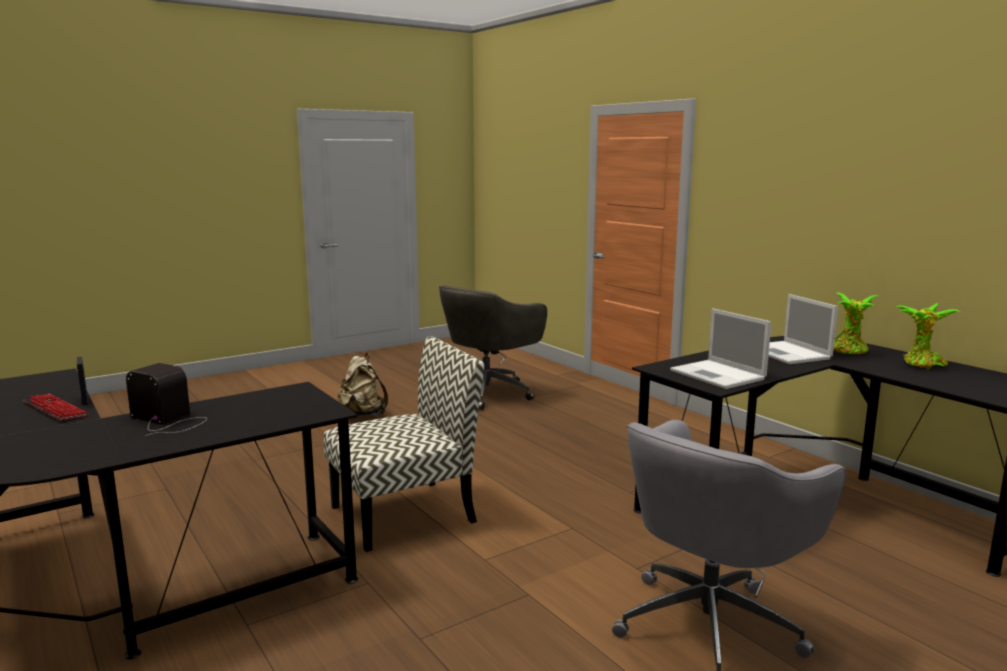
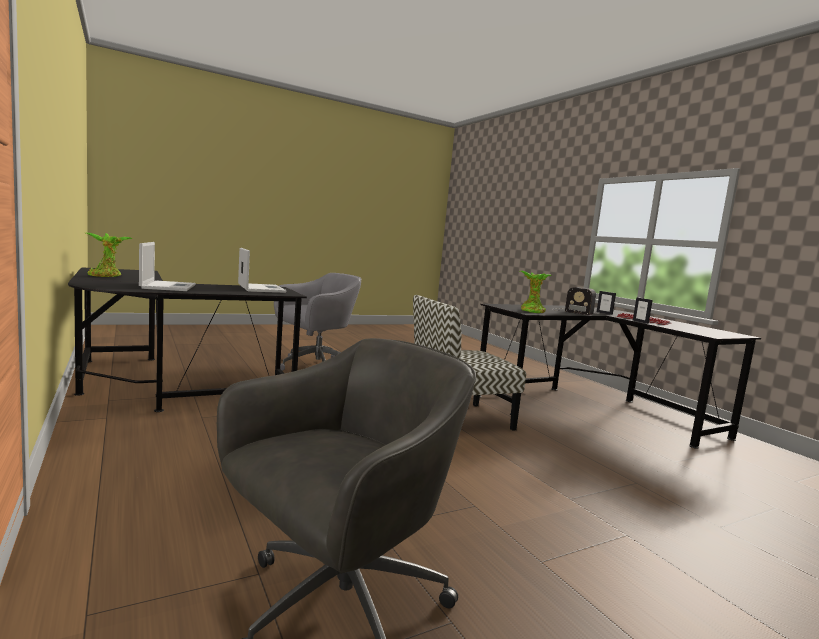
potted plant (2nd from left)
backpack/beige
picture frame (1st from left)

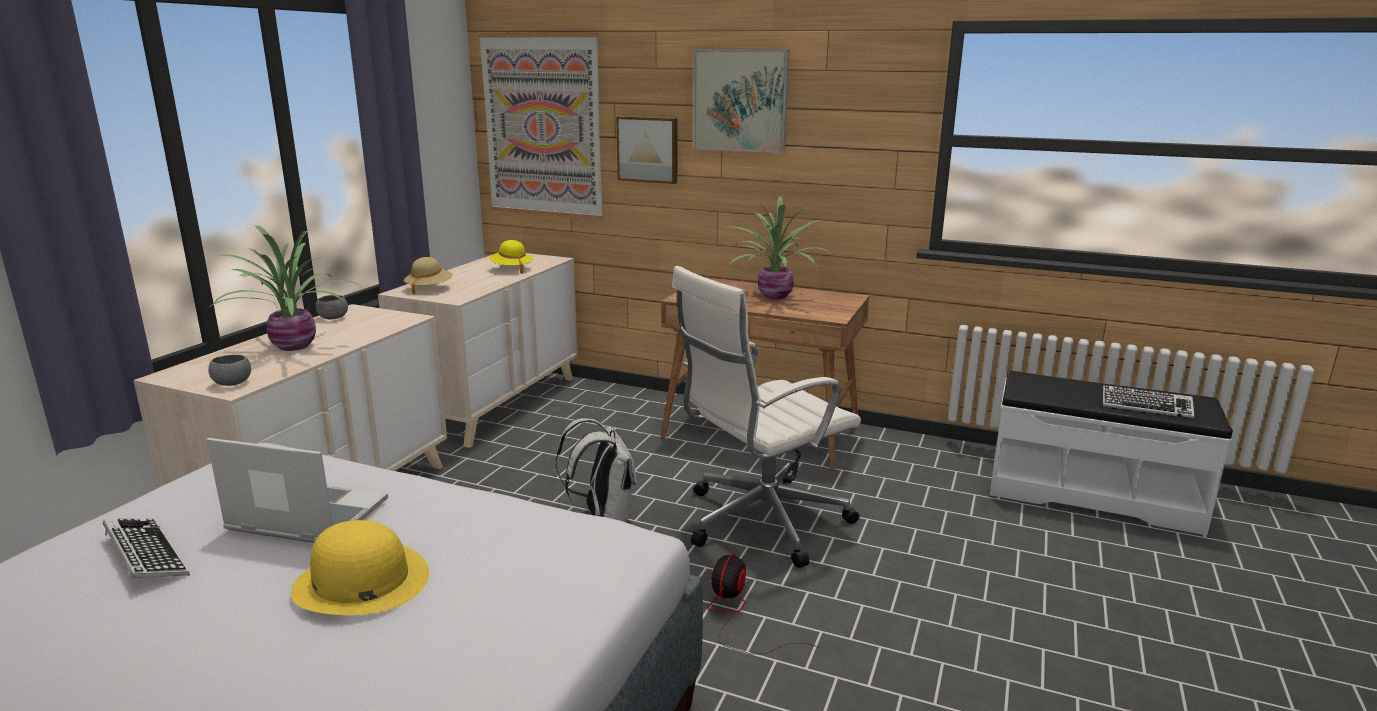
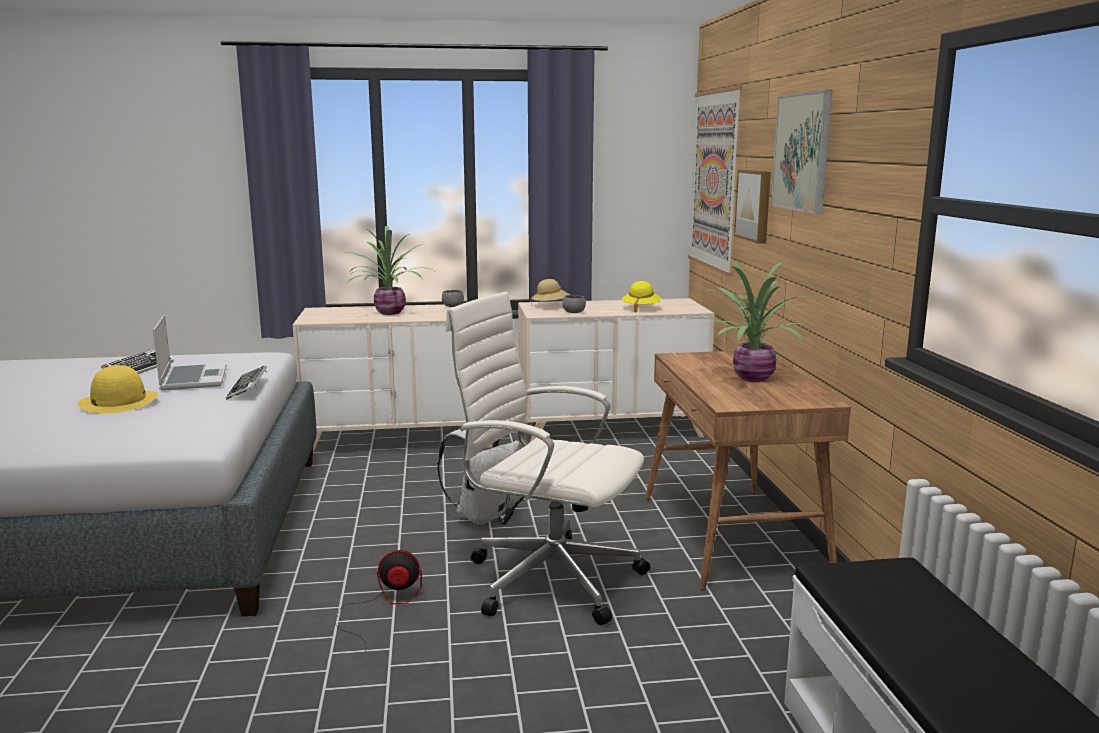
bowl/grey (2nd from left)
keyboard (2nd from left)

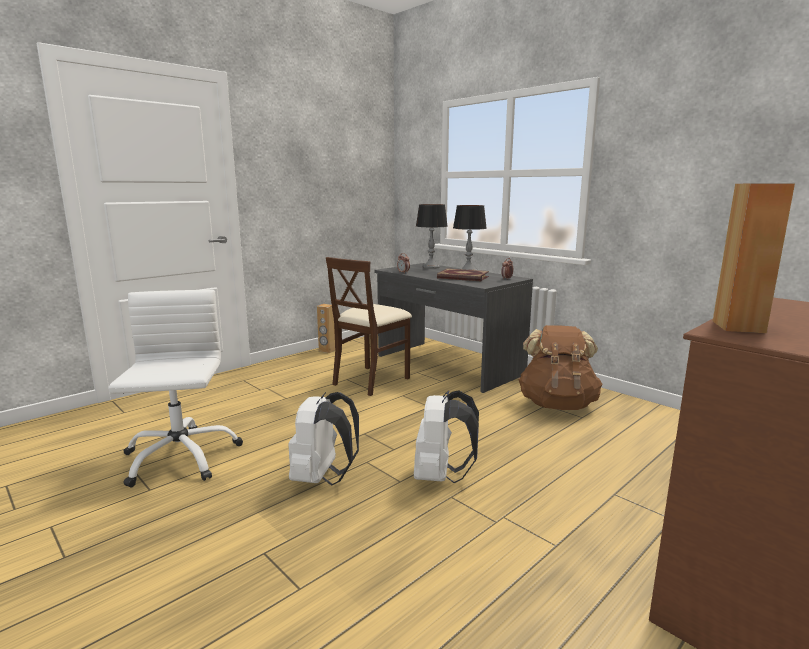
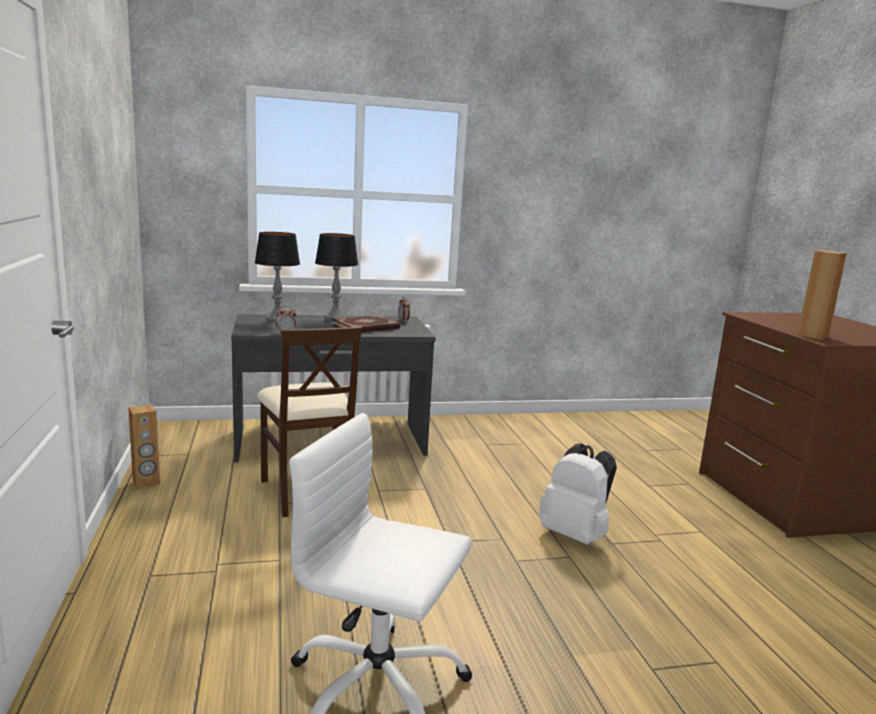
backpack/brown
backpack/white (1st from left in the first image)

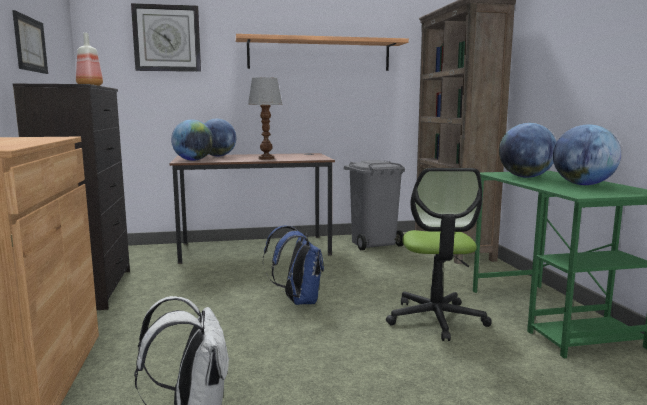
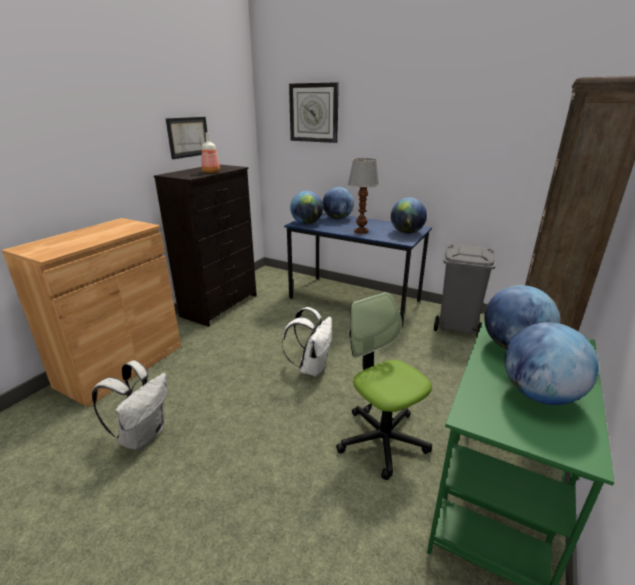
shelf
desk/blue
office chair
backpack/white (2nd from left)
globe (3rd from left)

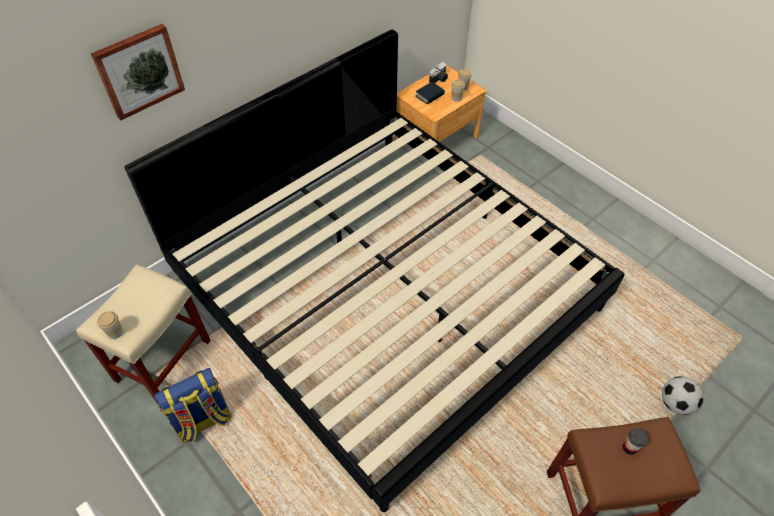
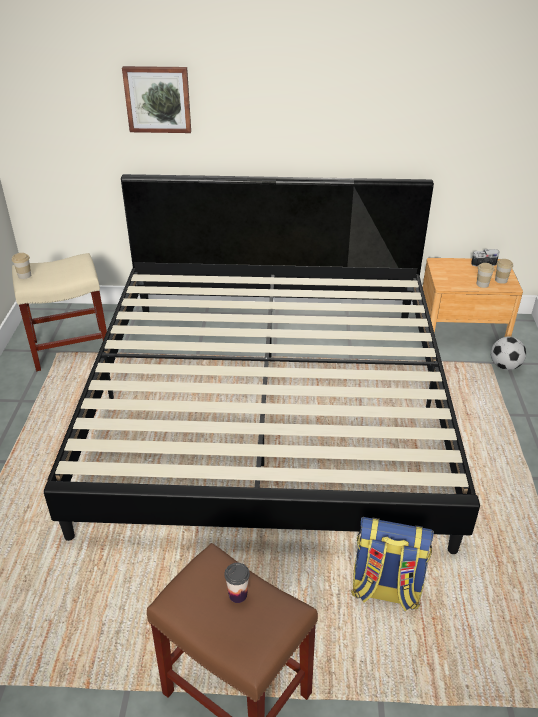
book
backpack
football

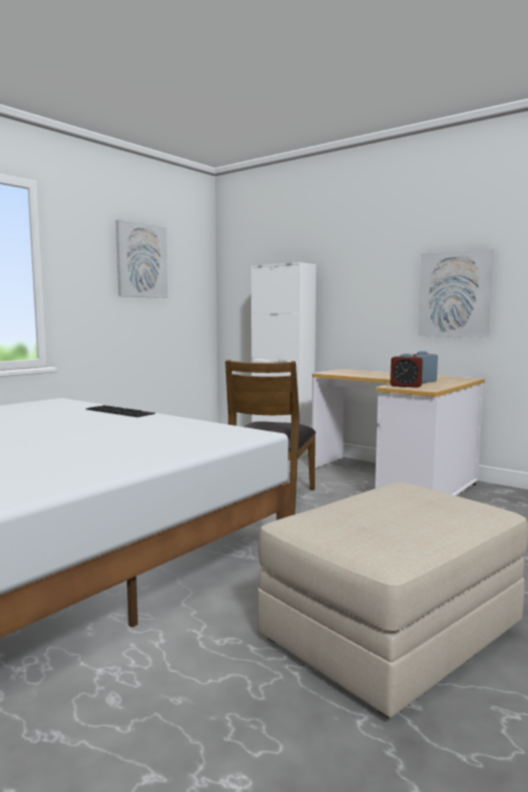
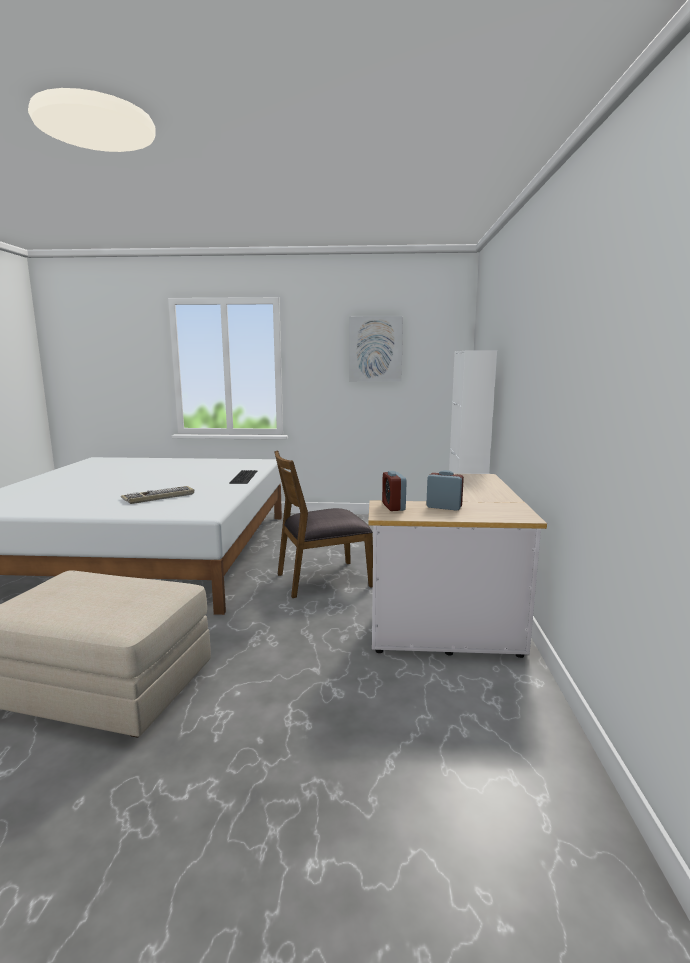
picture (2nd from left in the first image)
keyboard (1st from left)

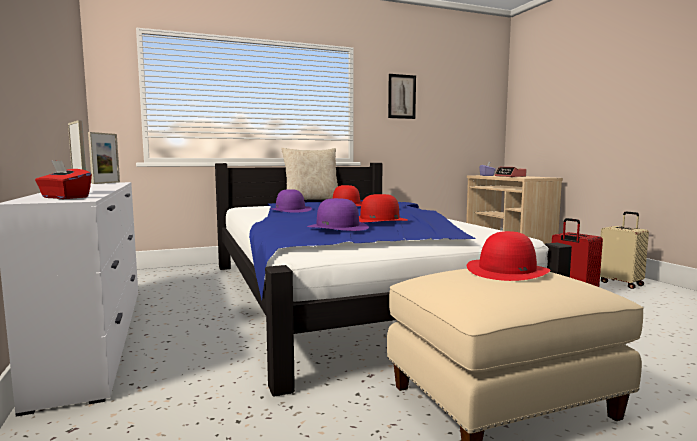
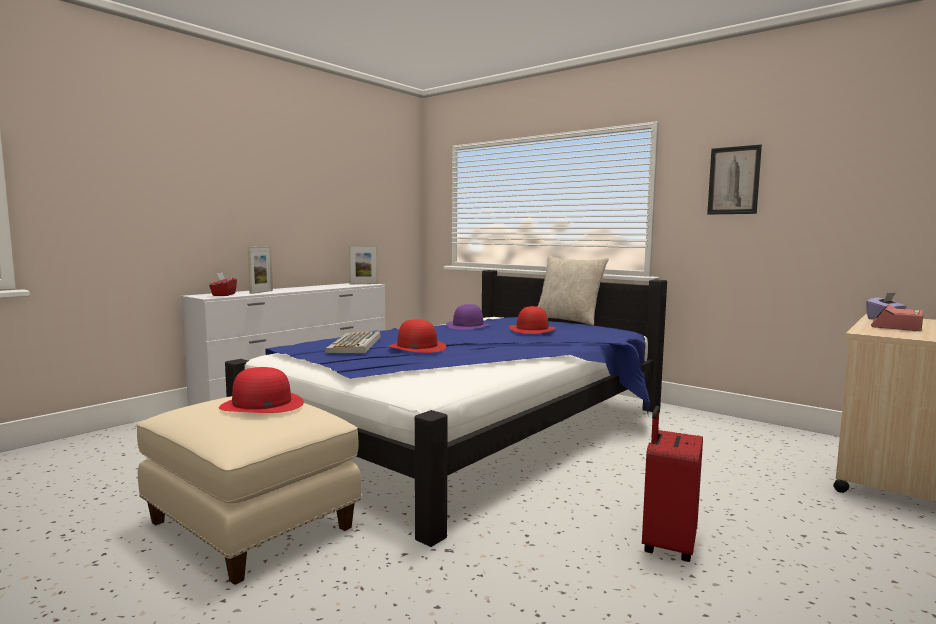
keyboard
suitcase/beige

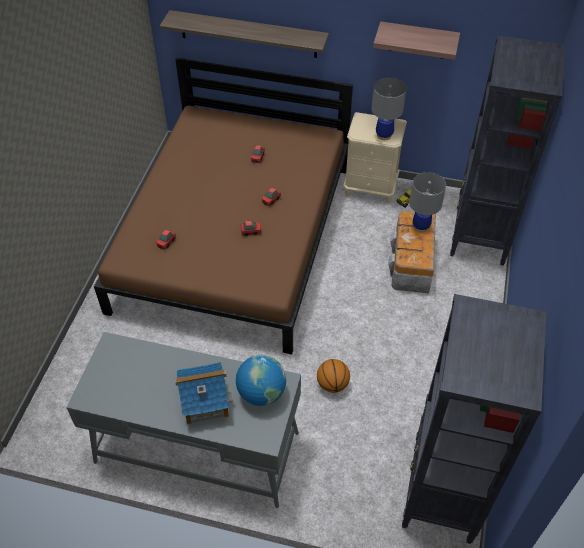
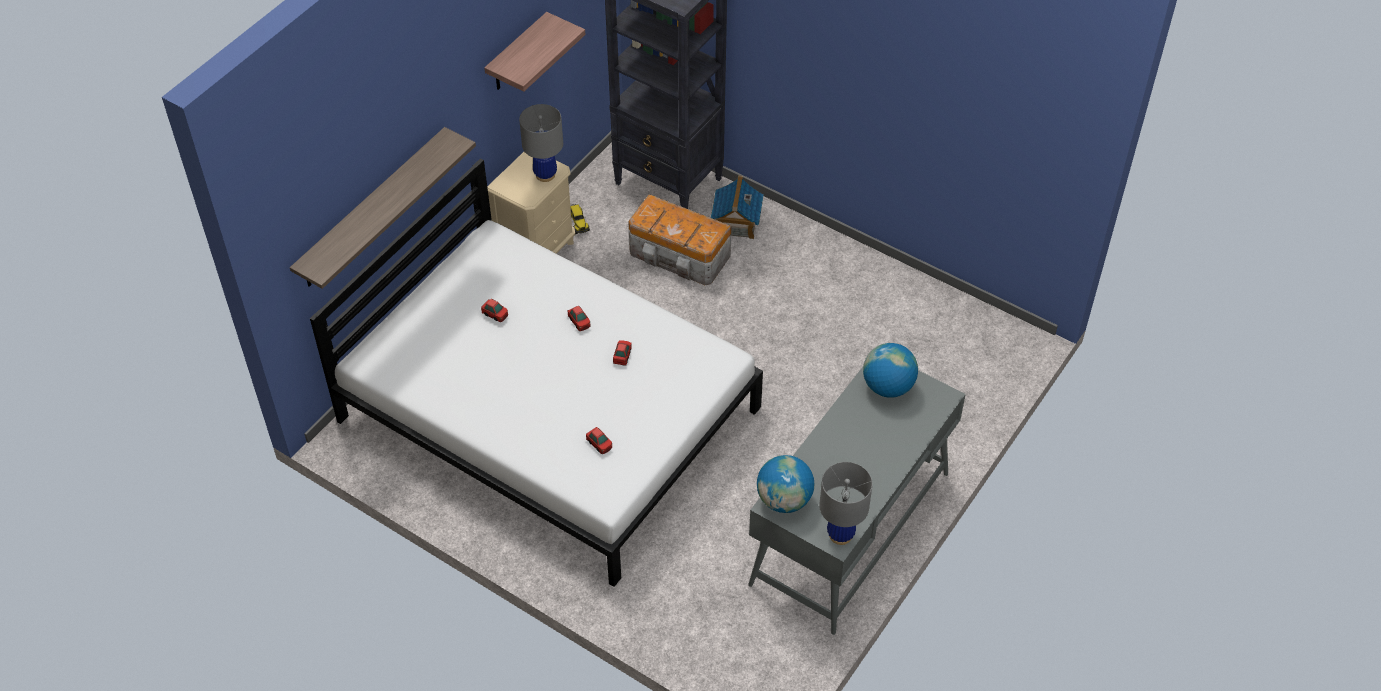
bed/white
table lamp/grey (2nd from left)
bookcase/black (1st from left in the first image)
basketball
toy house
globe (1st from left)

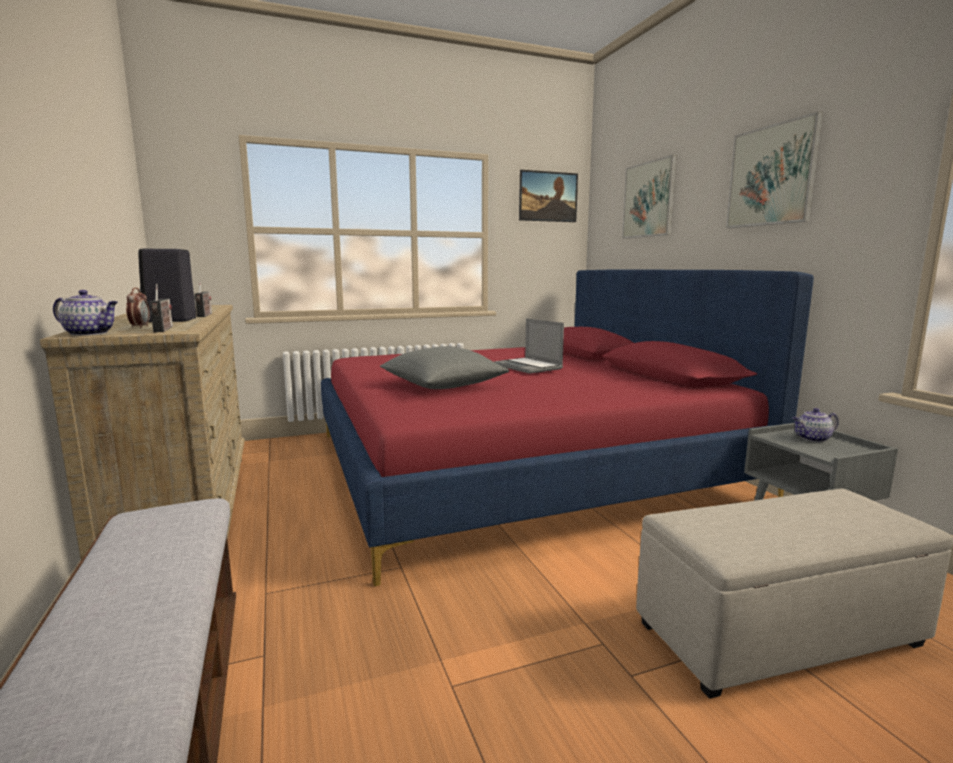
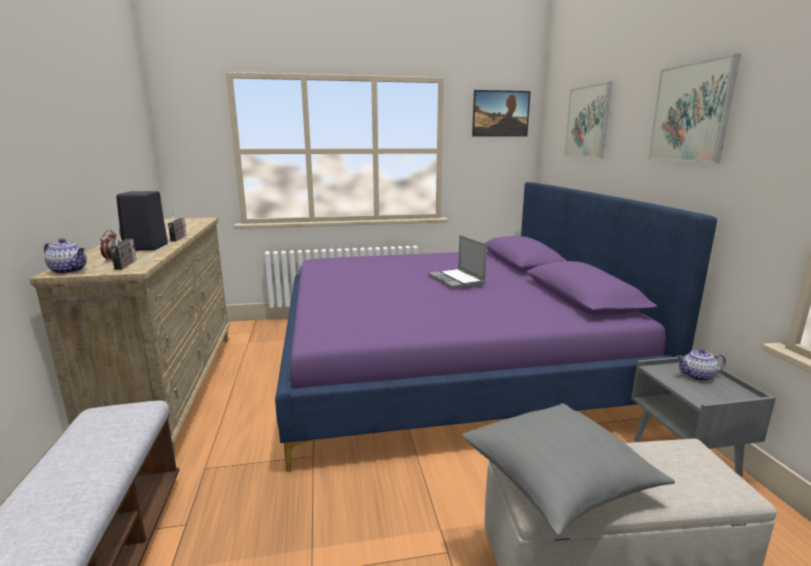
bed/purple
pillow/grey

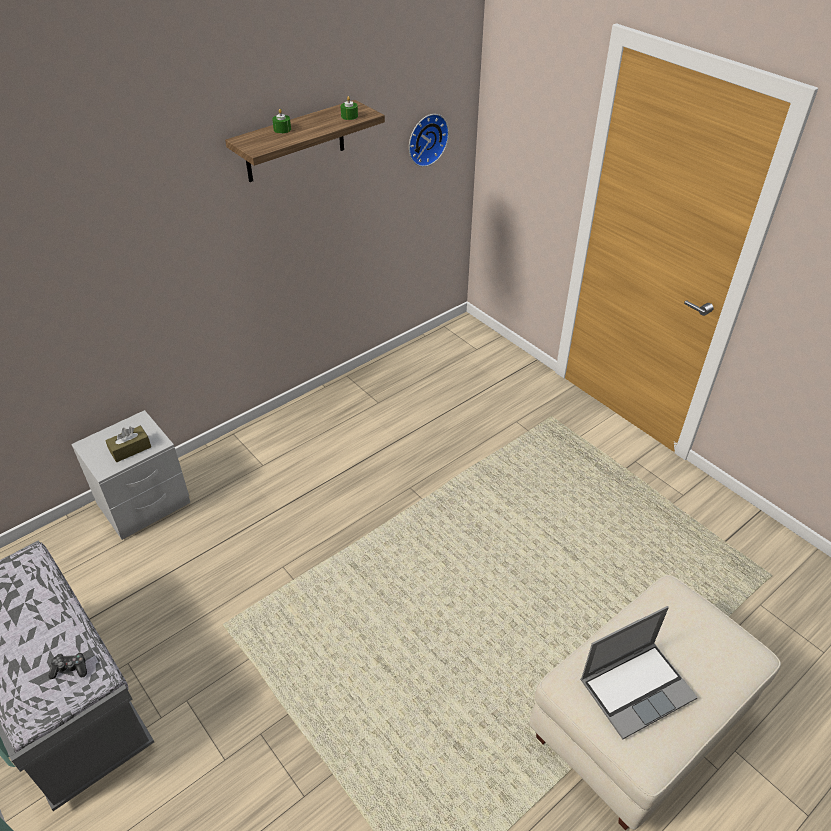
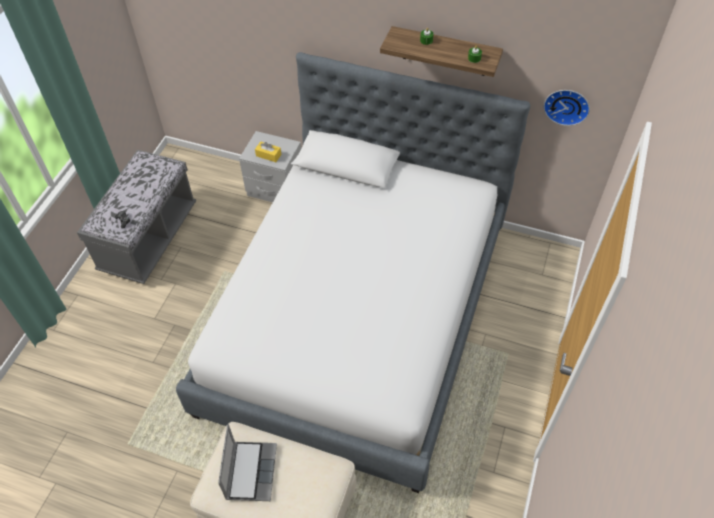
tissue box/yellow
laptop
bed

